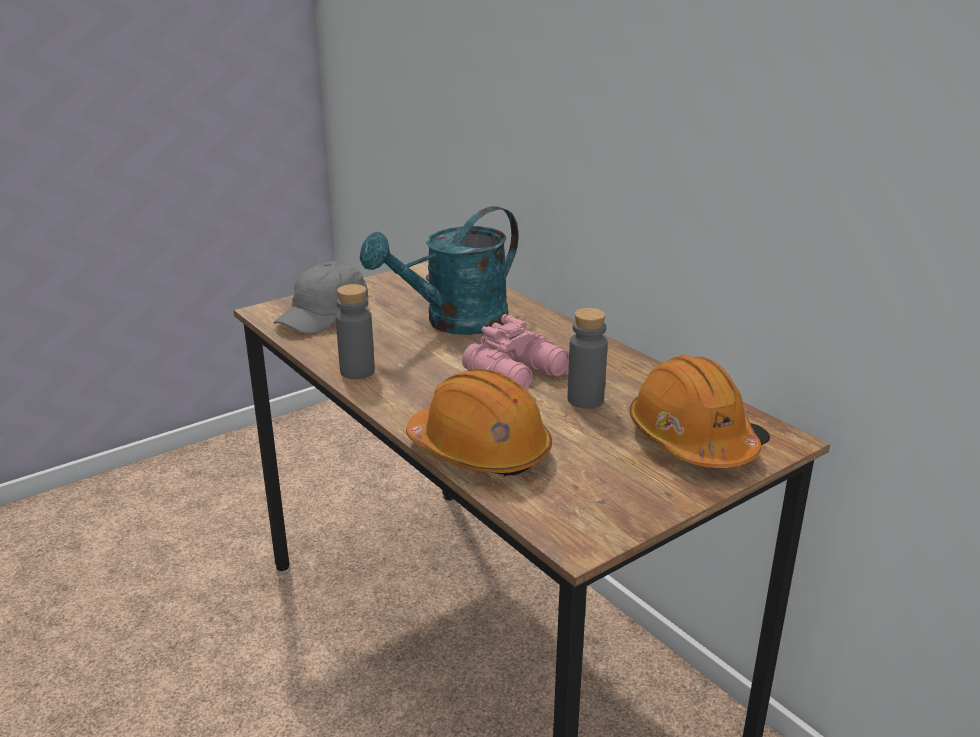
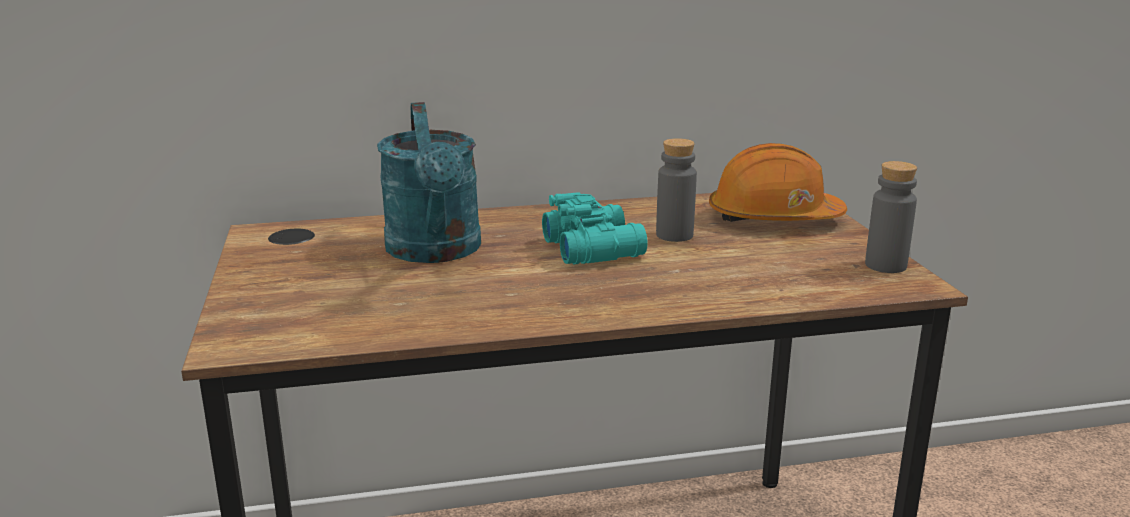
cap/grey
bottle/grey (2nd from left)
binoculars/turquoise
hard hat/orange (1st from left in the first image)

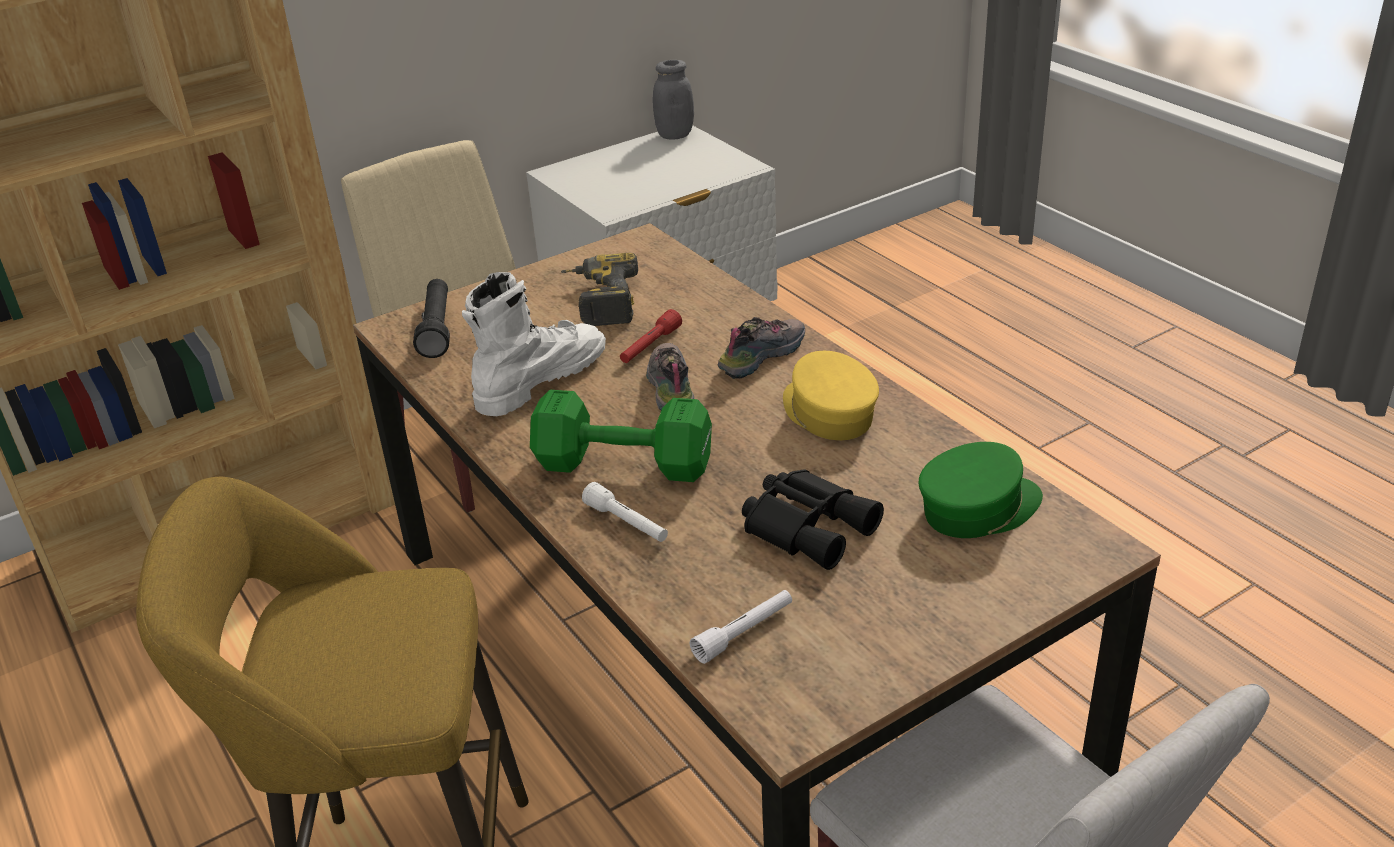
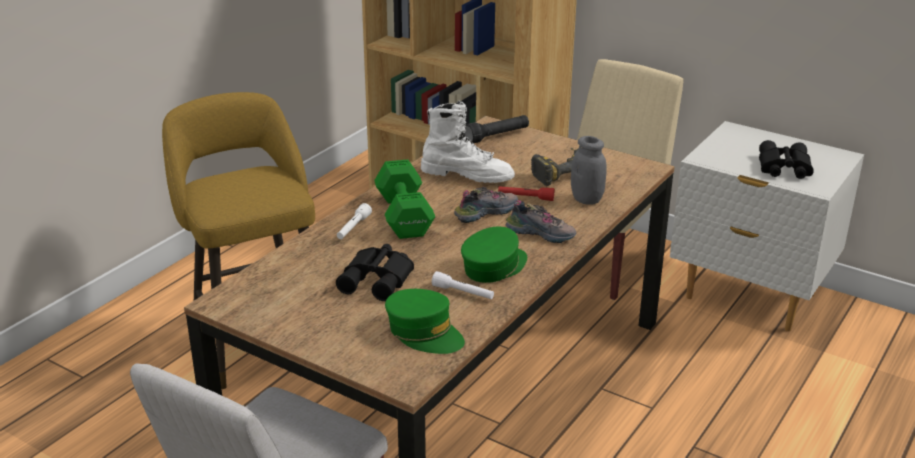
jar/grey
cap/green (2nd from left)
flashlight/white (2nd from left)
binoculars/black (2nd from left)

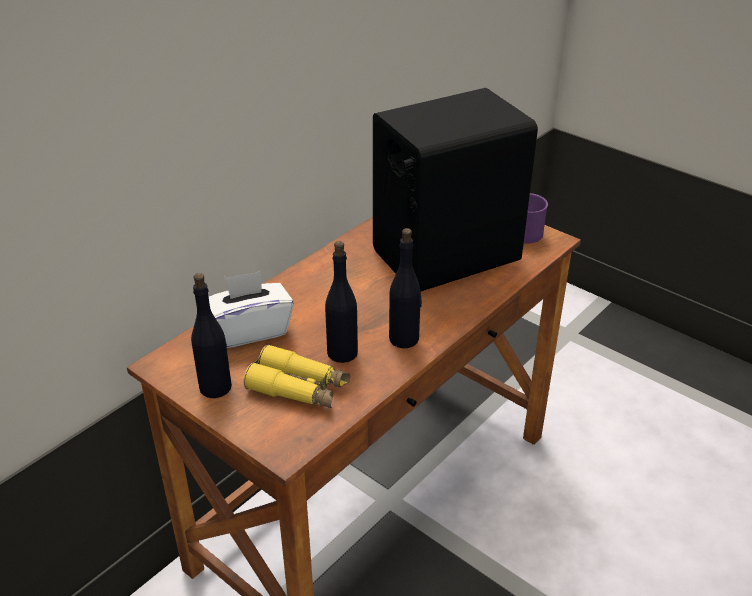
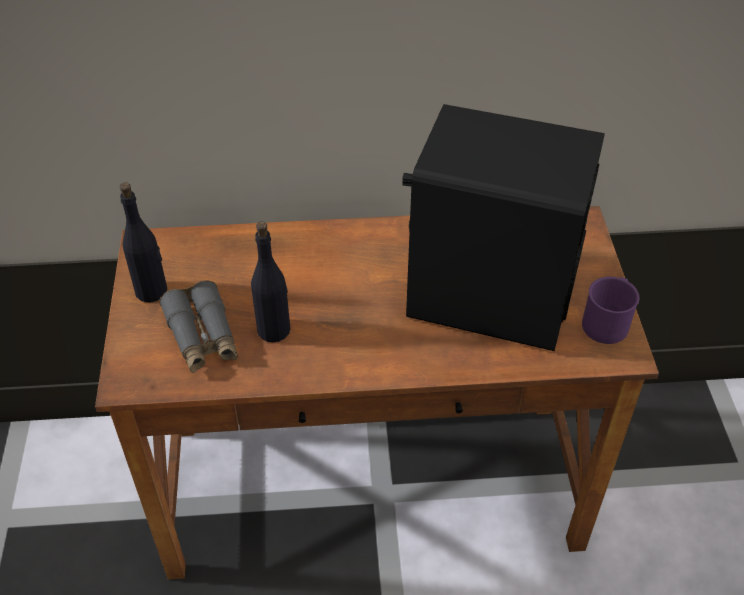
bottle/black (3rd from left in the first image)
tissue box/white
binoculars/grey

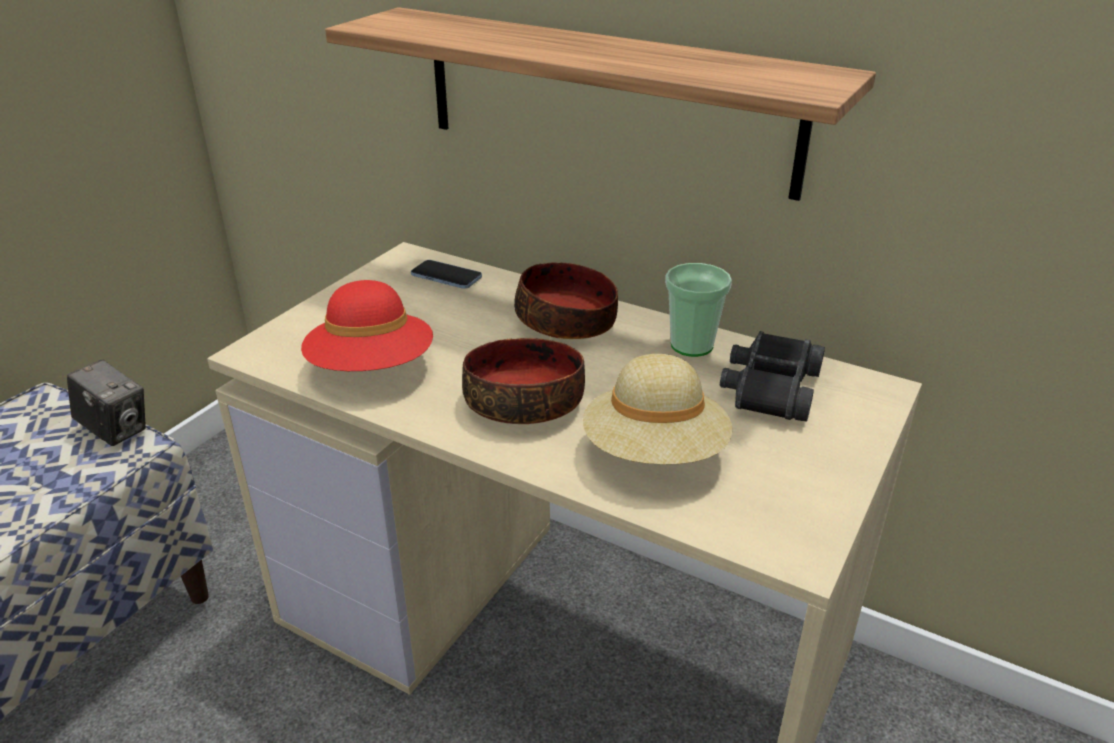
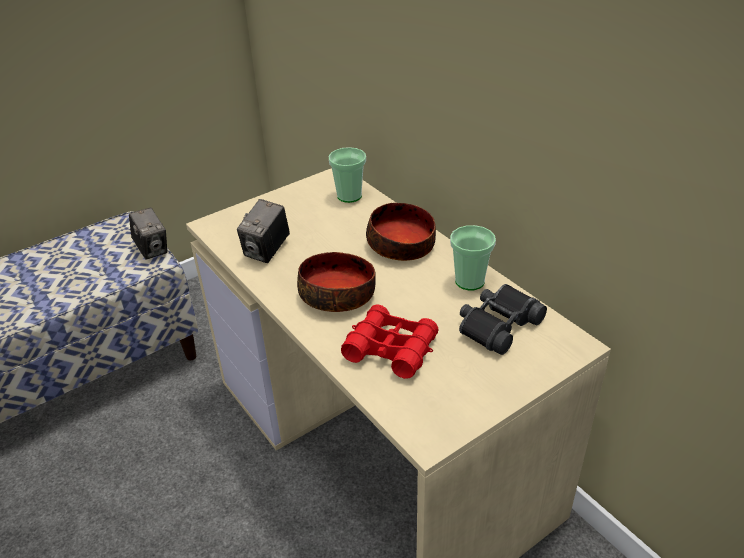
shelf
cup (1st from left)
photo camera (2nd from left)
binoculars/red

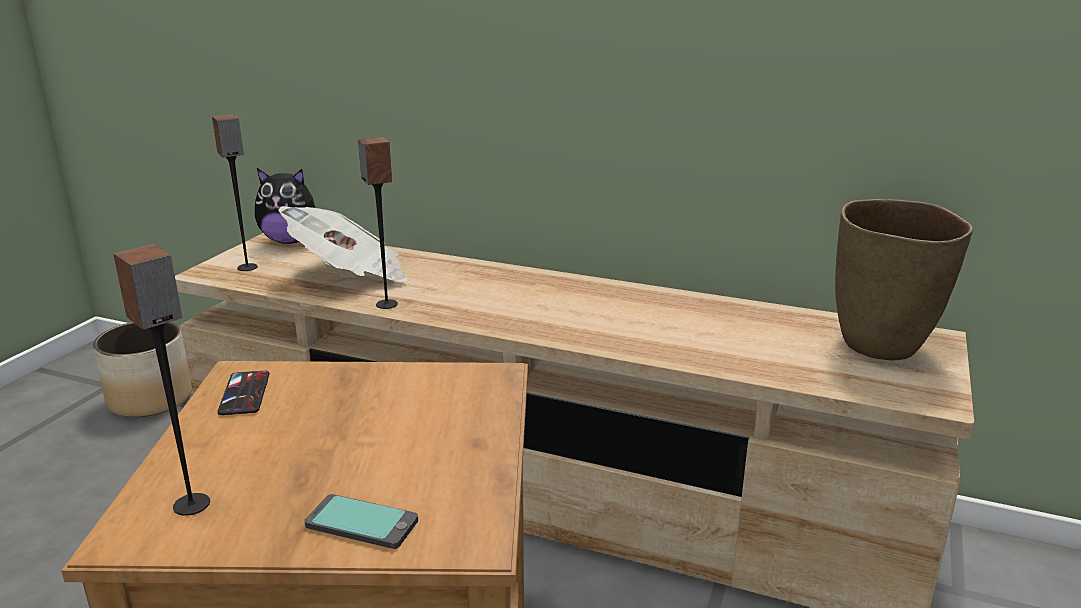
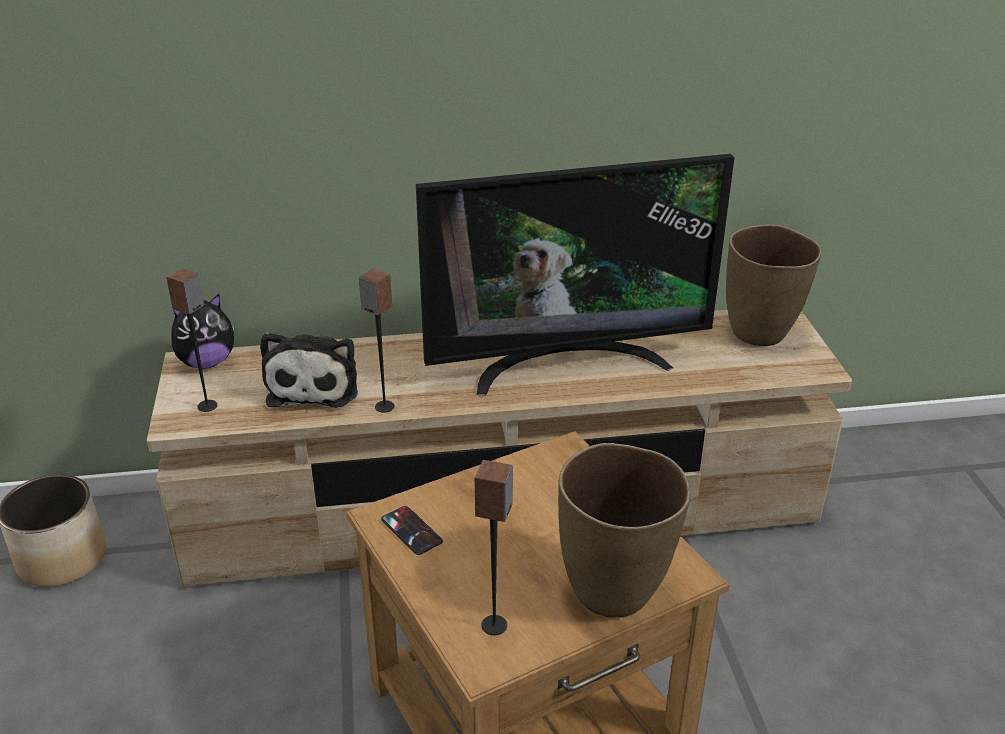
plush toy (2nd from left)
vase/brown (1st from left)
television

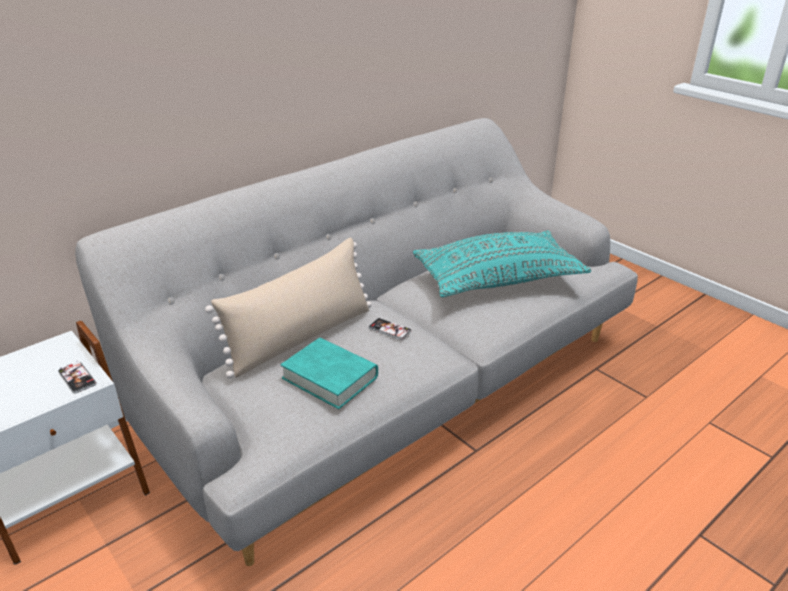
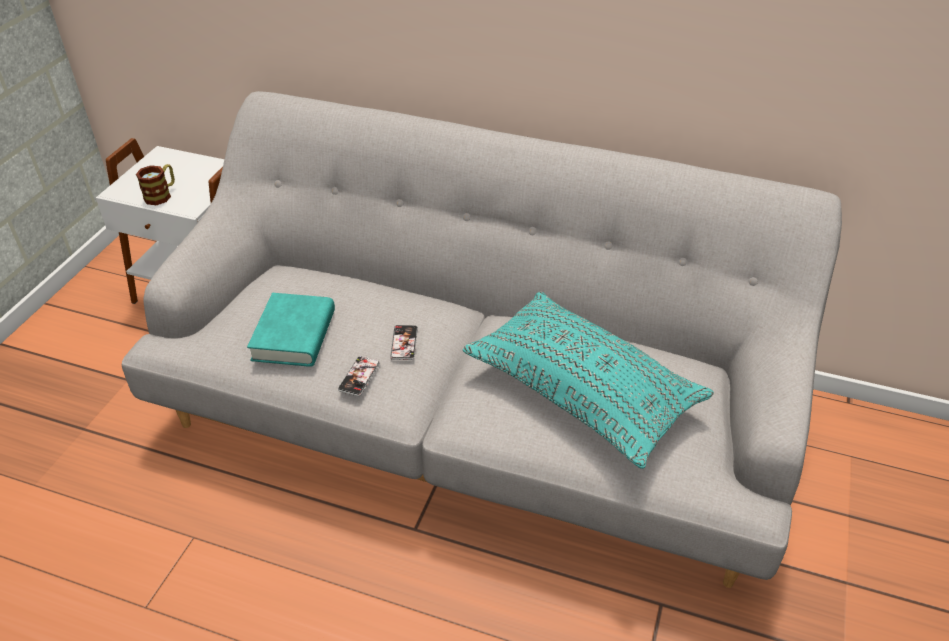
pillow/beige
phone (1st from left)
mug

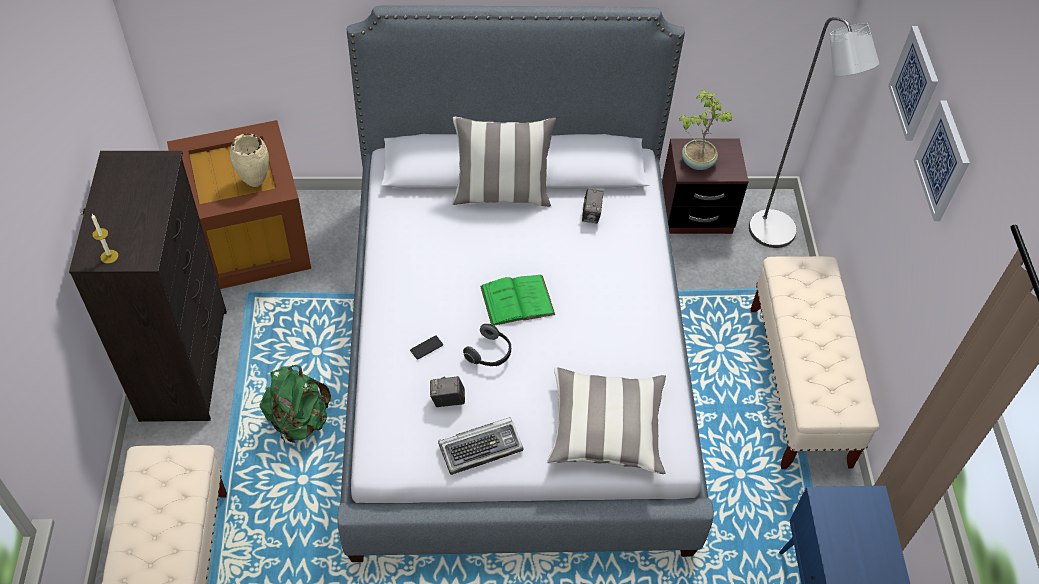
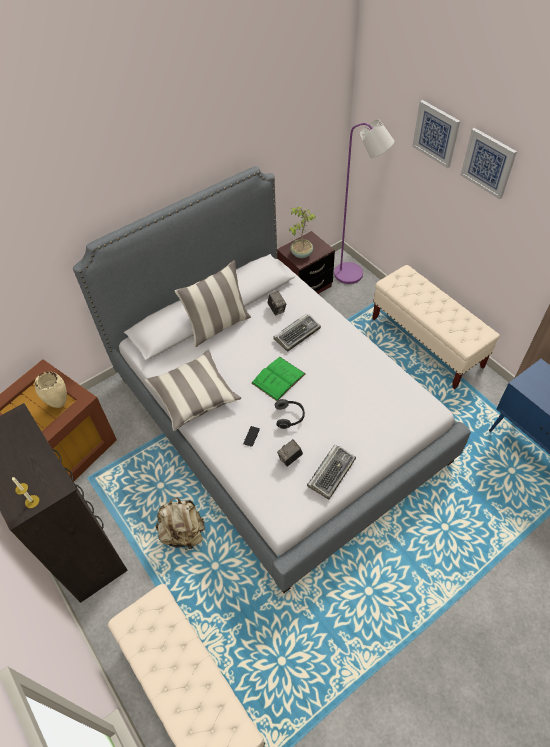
floor lamp/purple
backpack/beige
pillow (1st from left)
keyboard (1st from left)

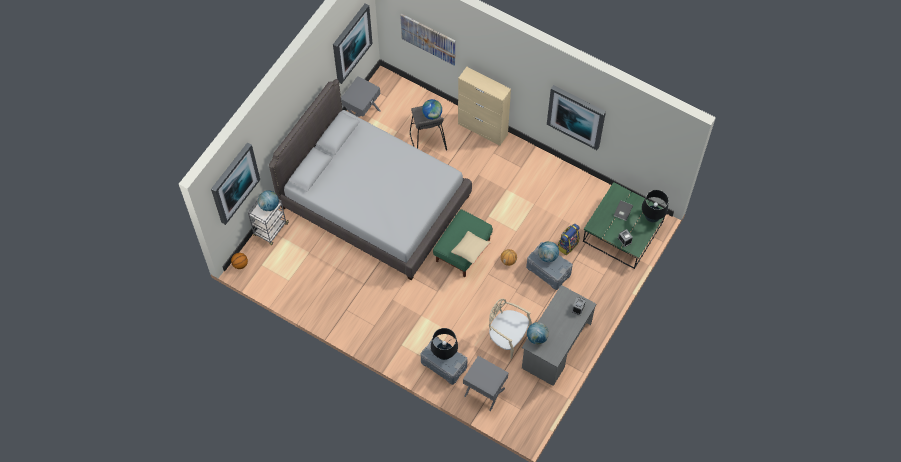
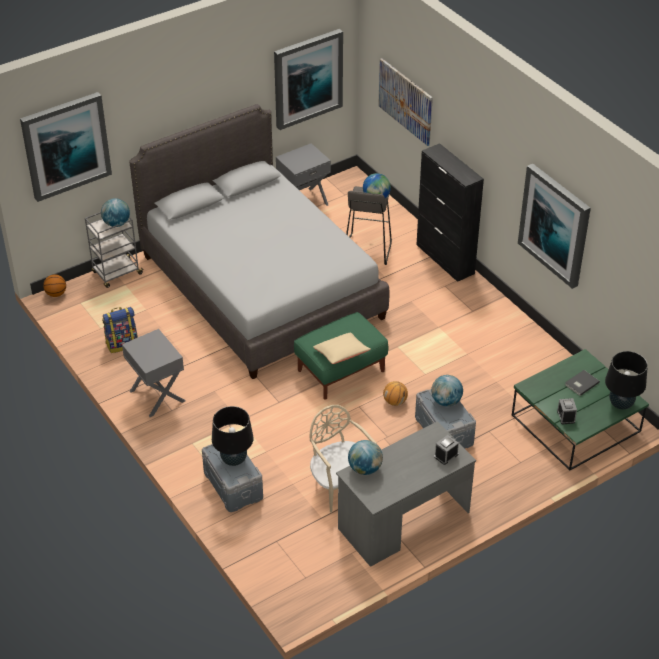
cabinet/black
backpack
nightstand/grey (1st from left)

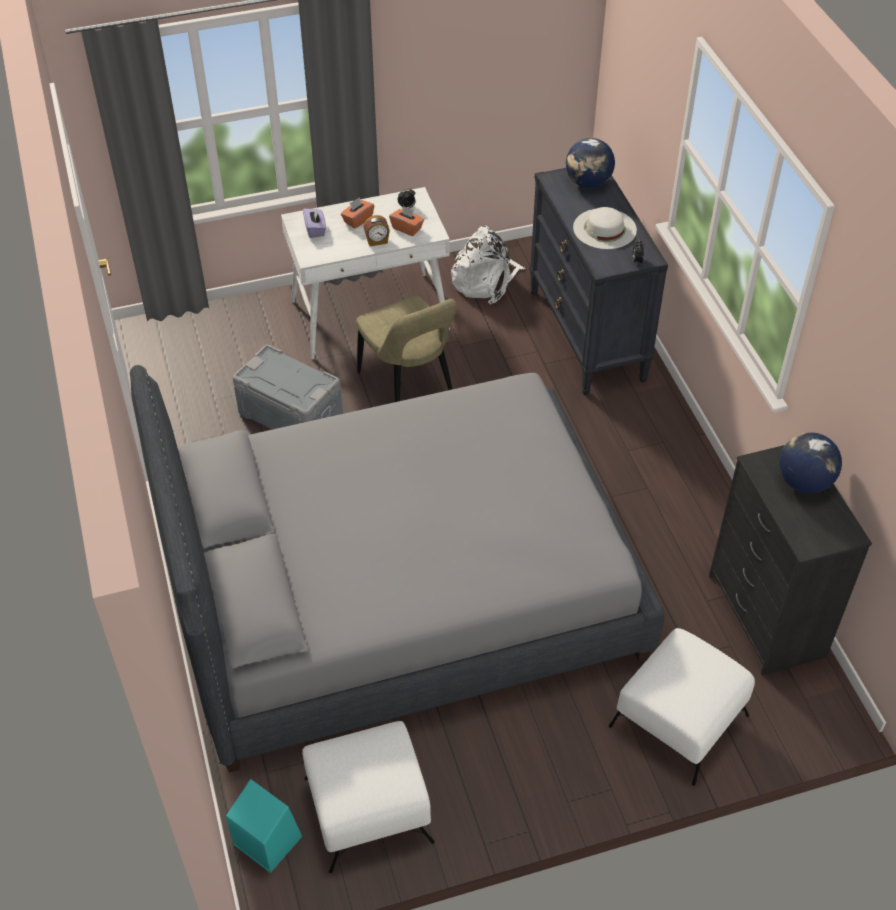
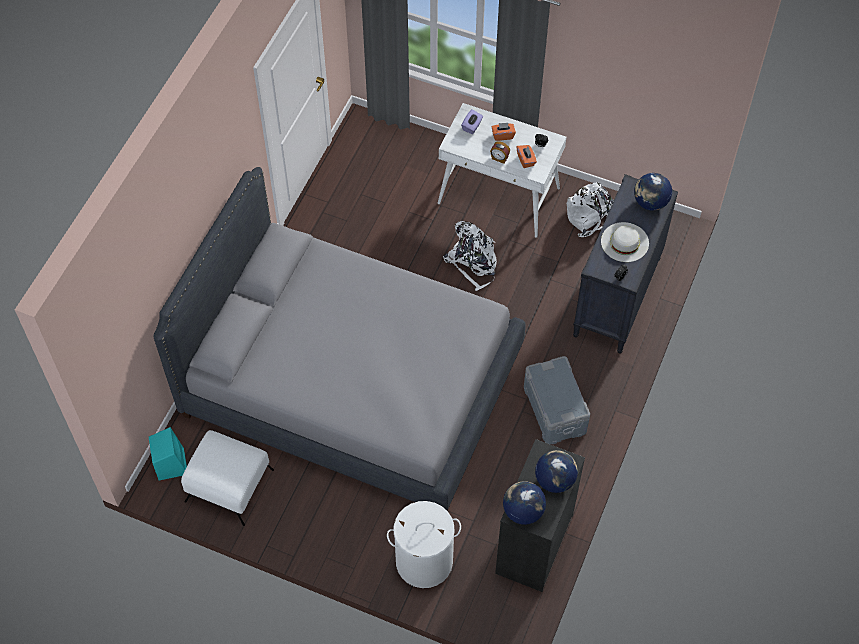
backpack/white (1st from left)
storage box/grey
laundry basket/white
globe (1st from left)

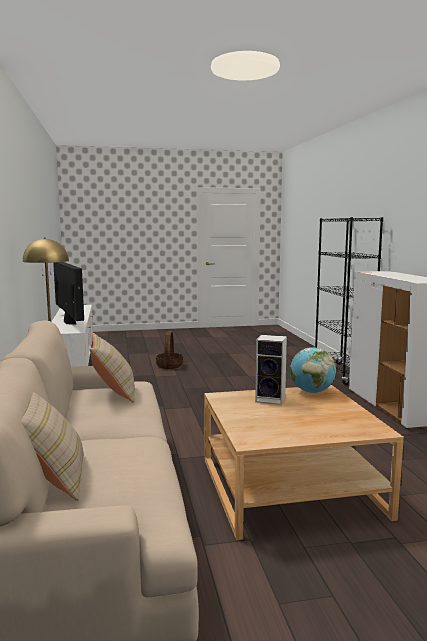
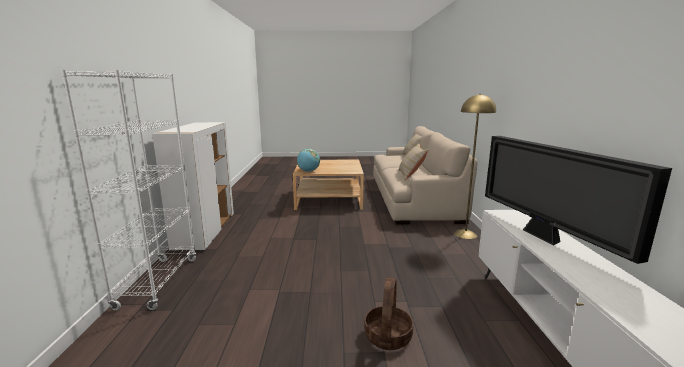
bookcase/white
speaker

